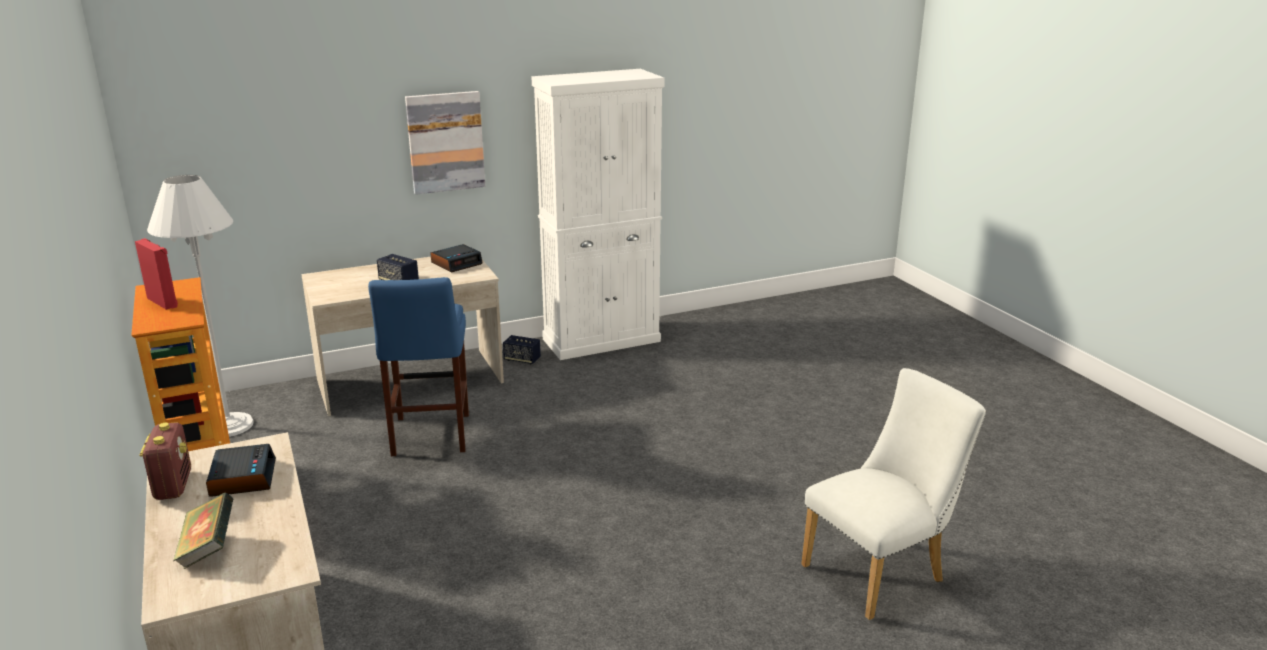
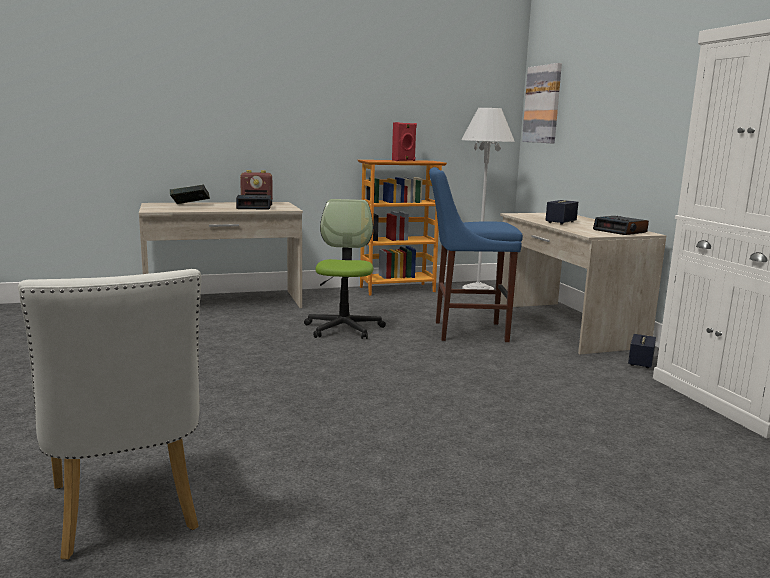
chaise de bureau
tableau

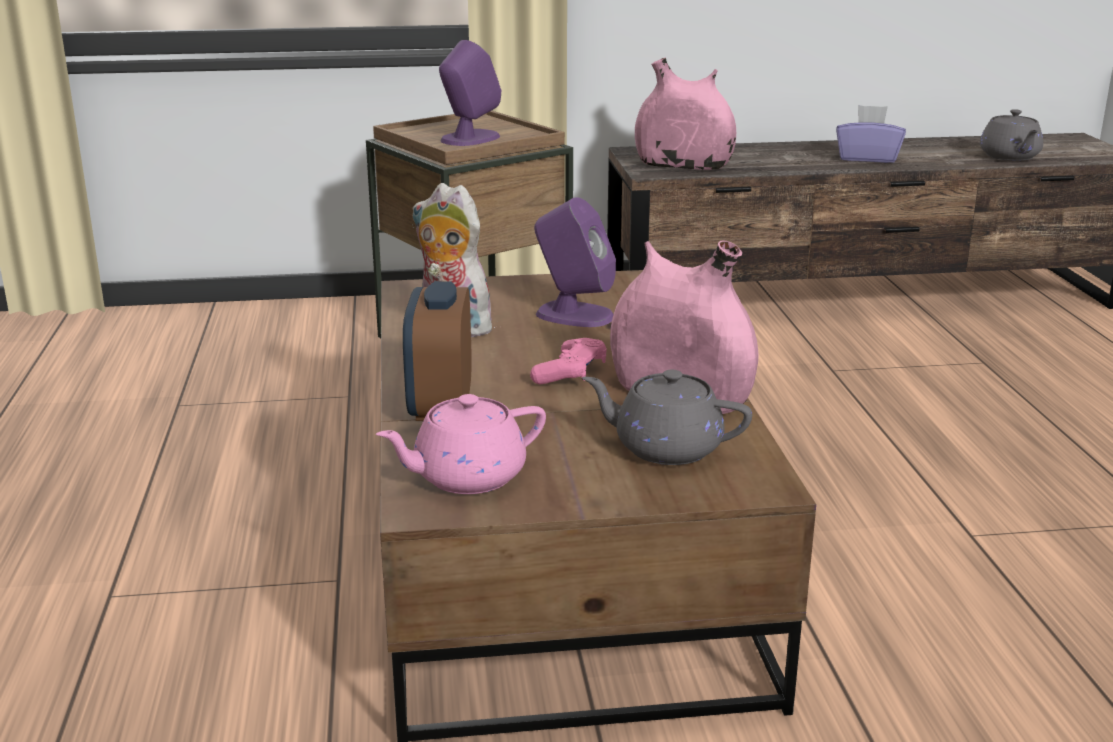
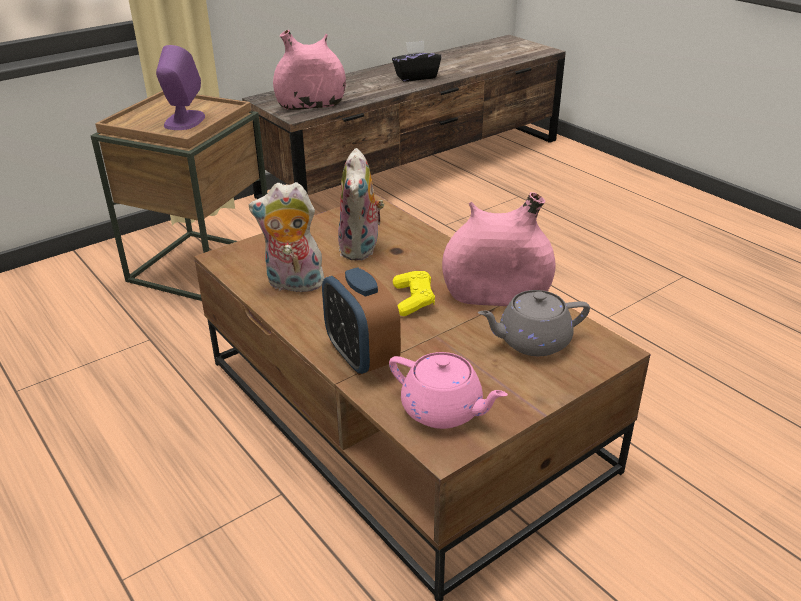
théière/gris (no. 2 from left in the first image)
peluche (no. 2 from left)
manette/jaune
boîte à mouchoirs/noir
théière/rose

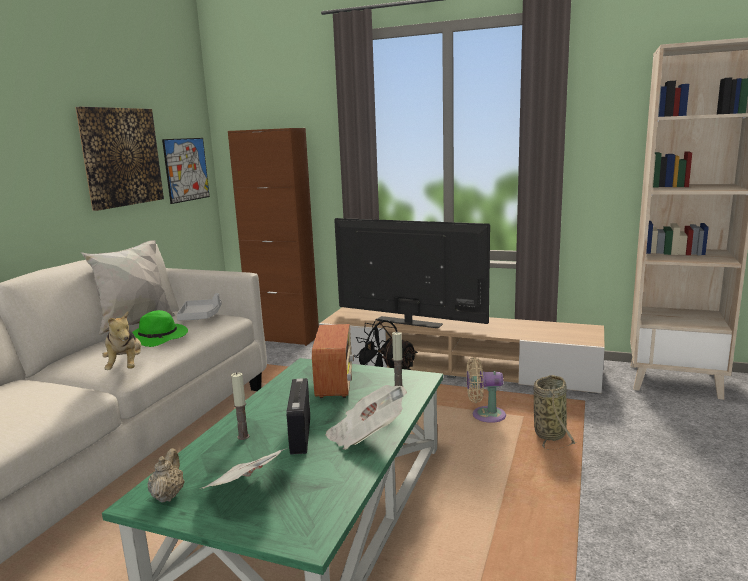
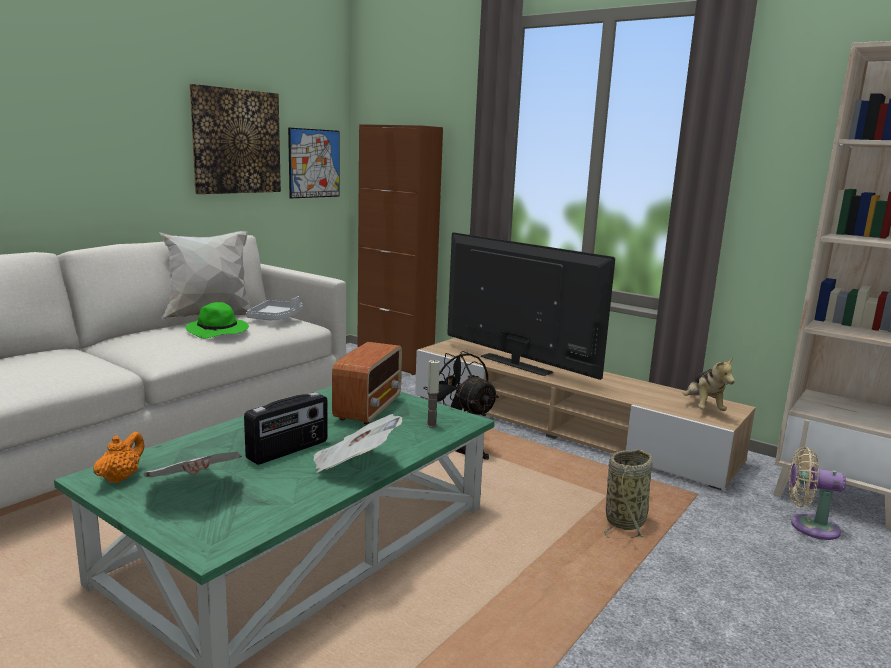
bougie (no. 1 from left in the first image)
peluche
ventilateur/beige
théière/orange
radio (no. 1 from left)

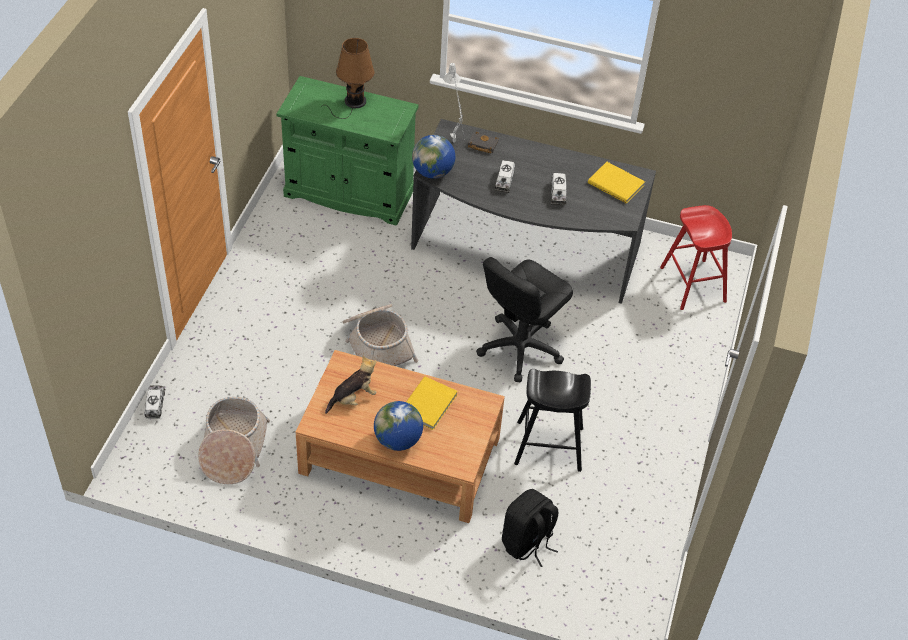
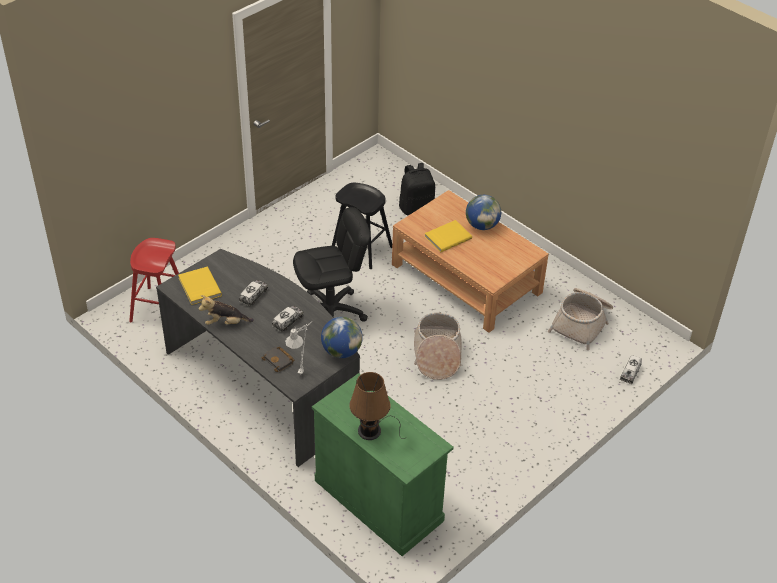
peluche

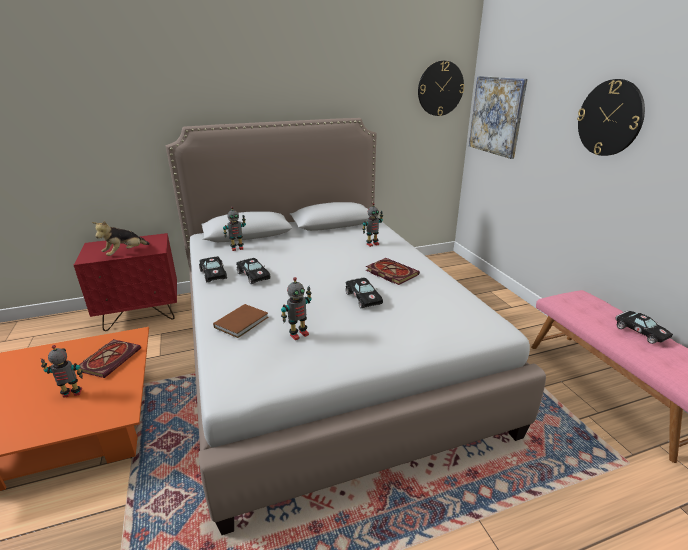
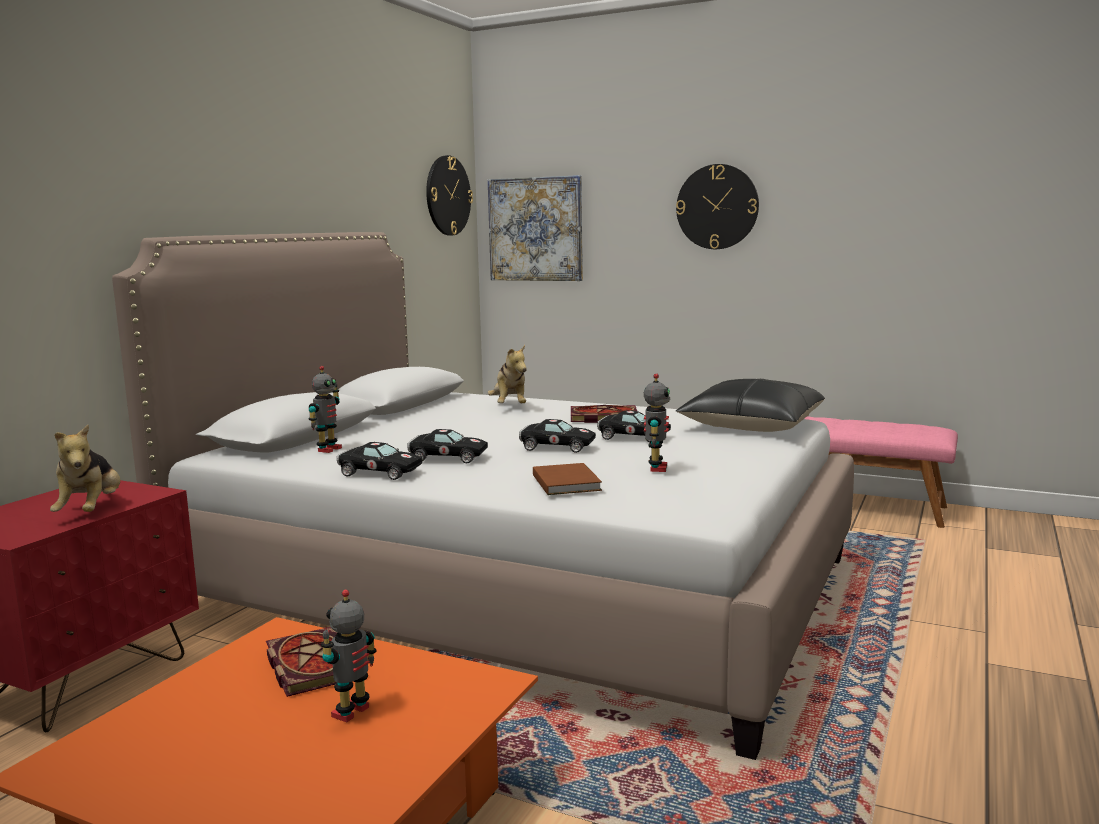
coussin/noir
petite voiture/noir (no. 3 from left)
peluche (no. 2 from left)

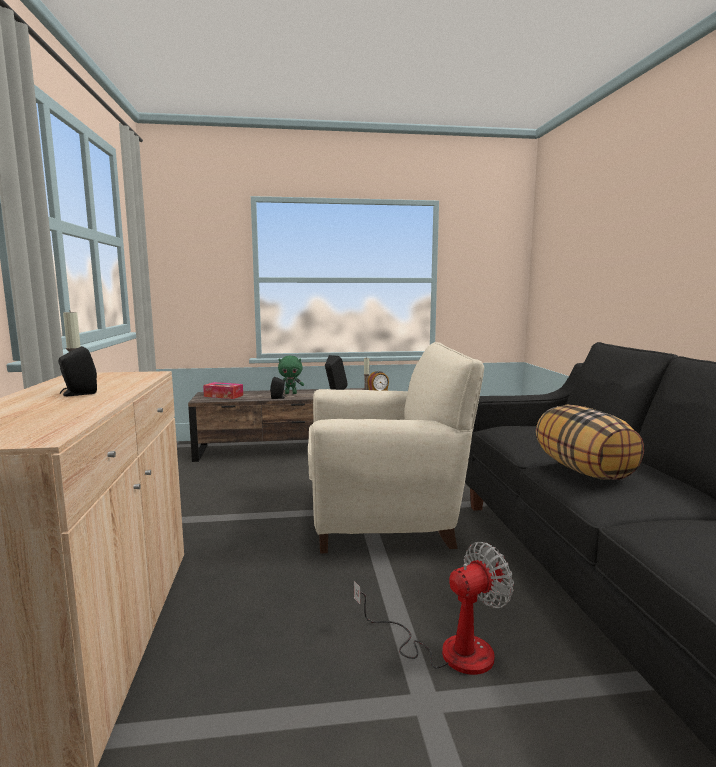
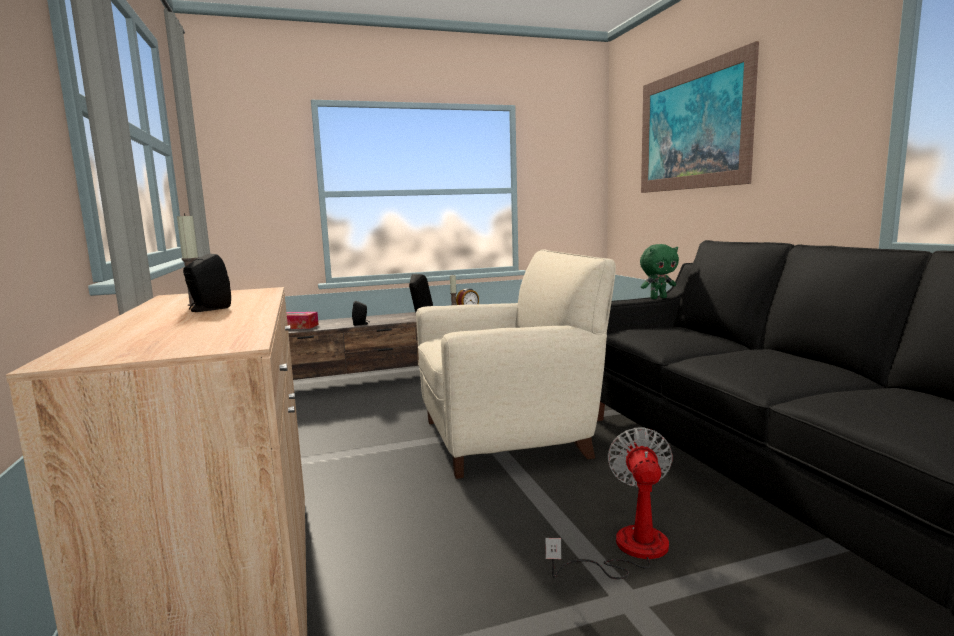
coussin
tableau
peluche/vert
ventilateur

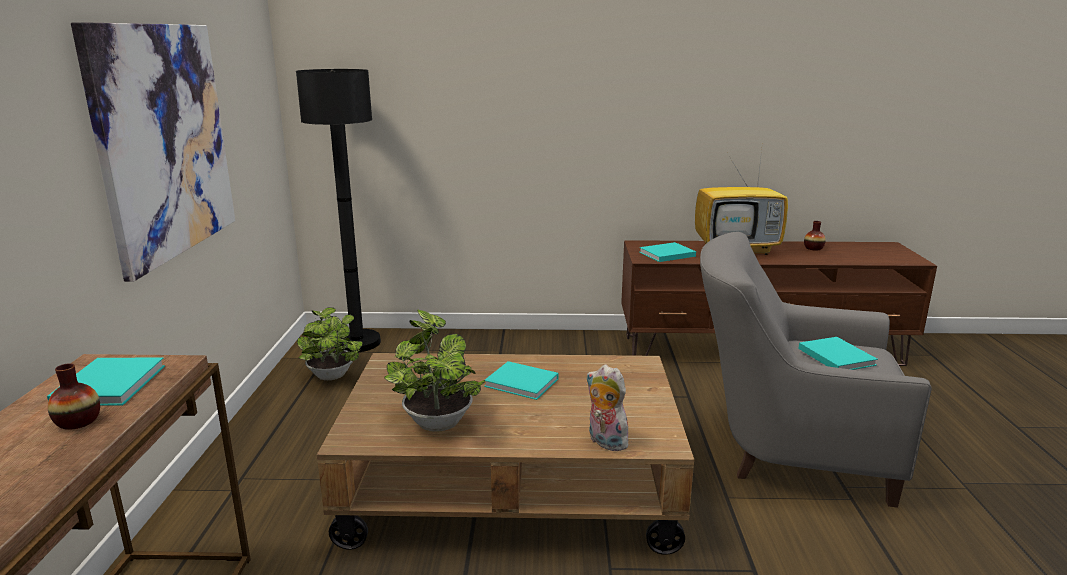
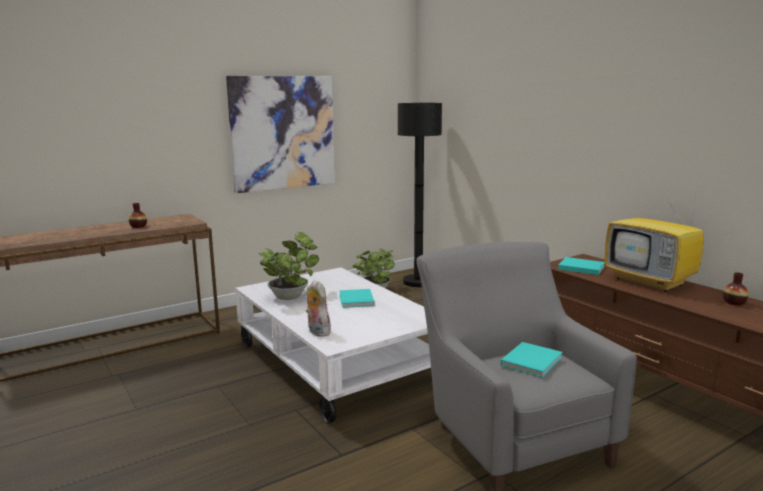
livre/turquoise (no. 1 from left in the first image)
table basse/blanc
peluche

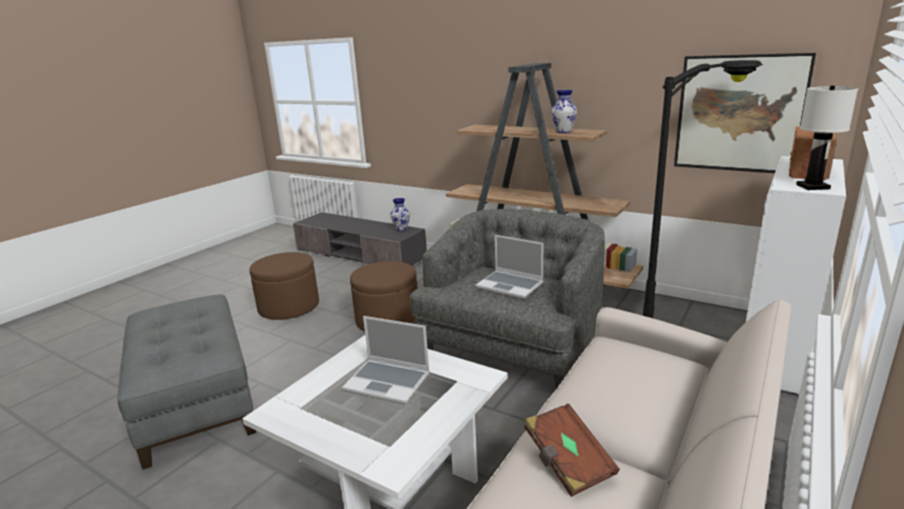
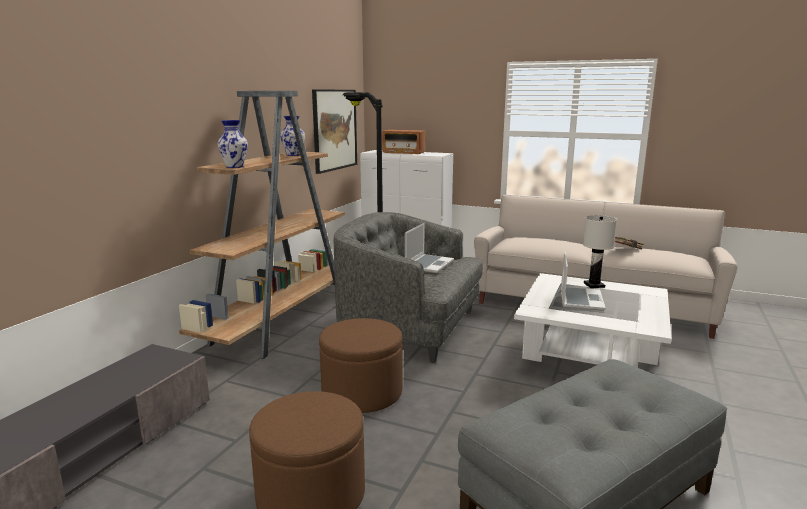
vase (no. 1 from left)
lampe de table/blanc

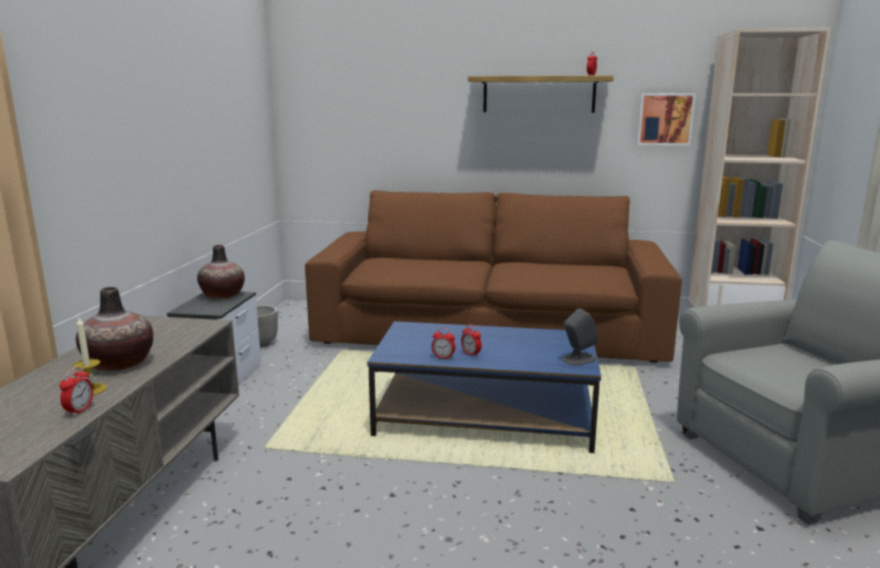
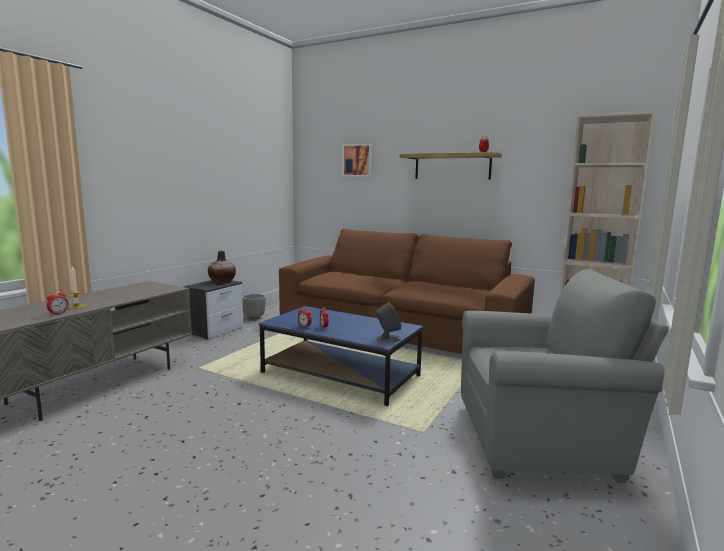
vase (no. 1 from left in the first image)
tableau

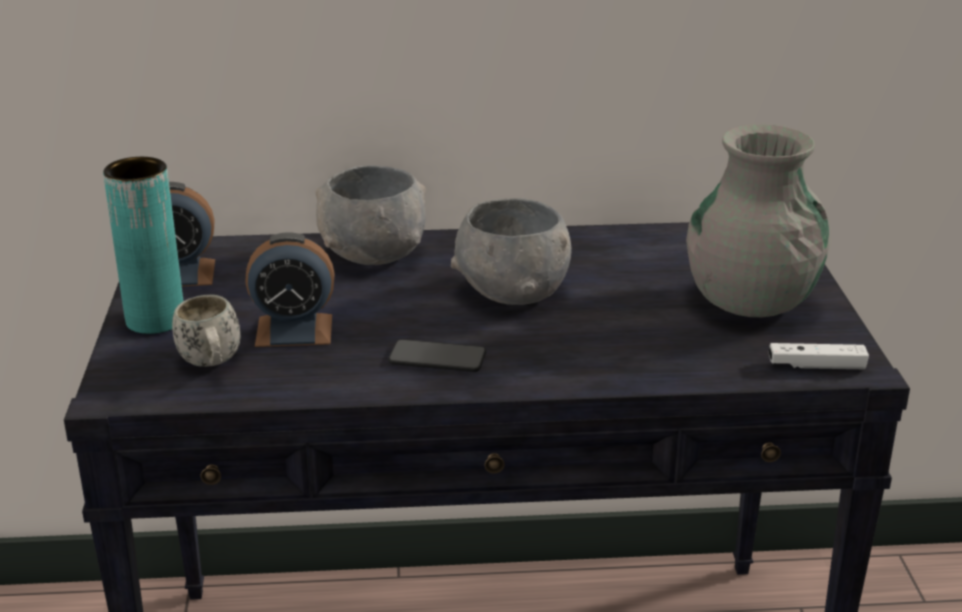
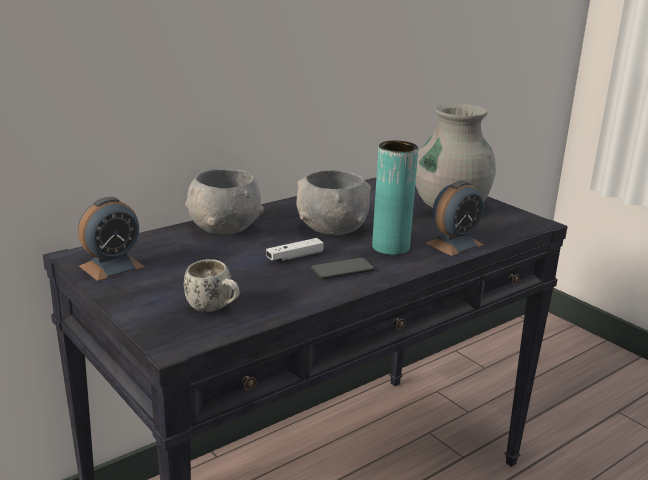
vase/turquoise
réveil (no. 2 from left)
manette/blanc

